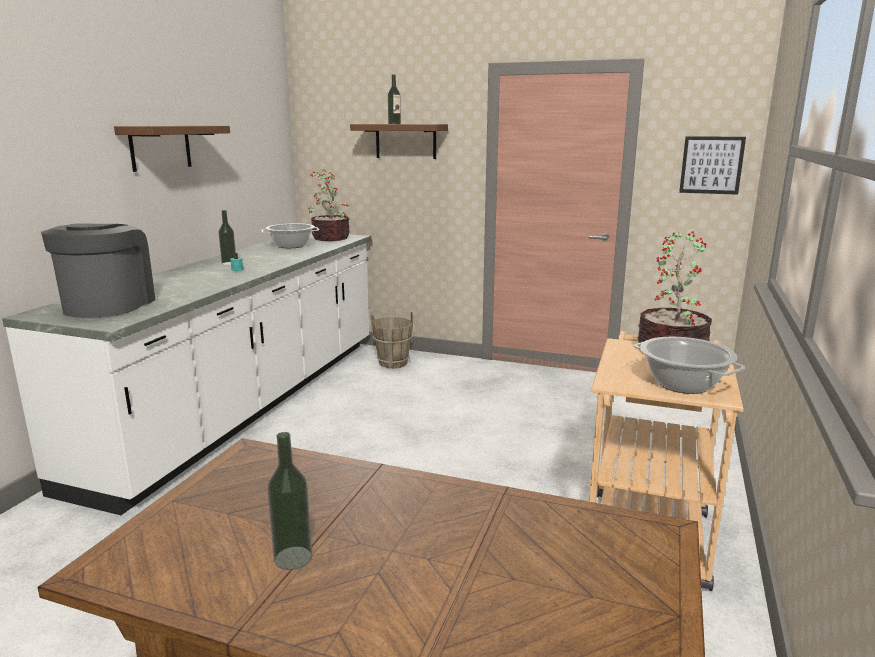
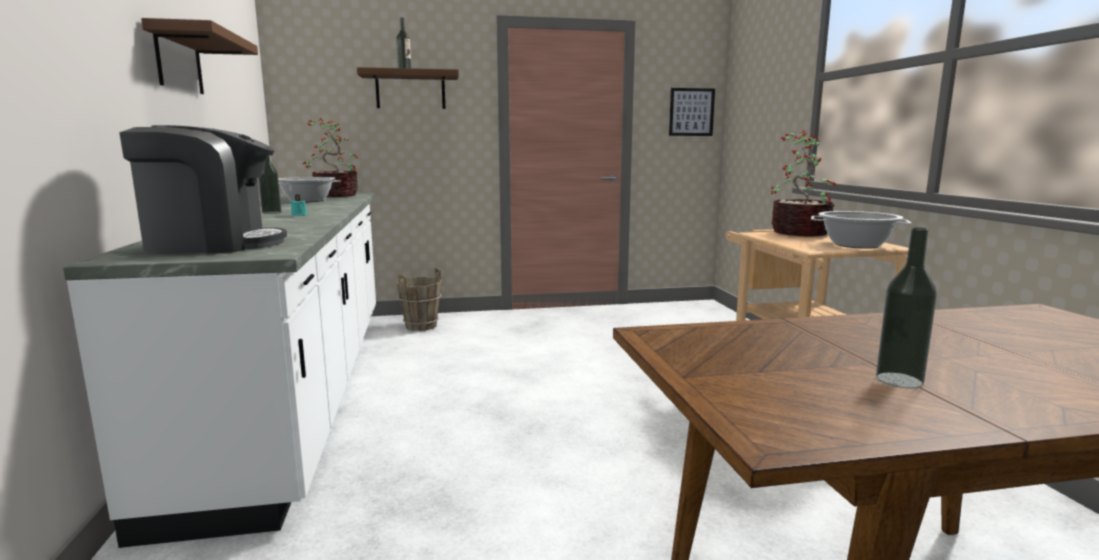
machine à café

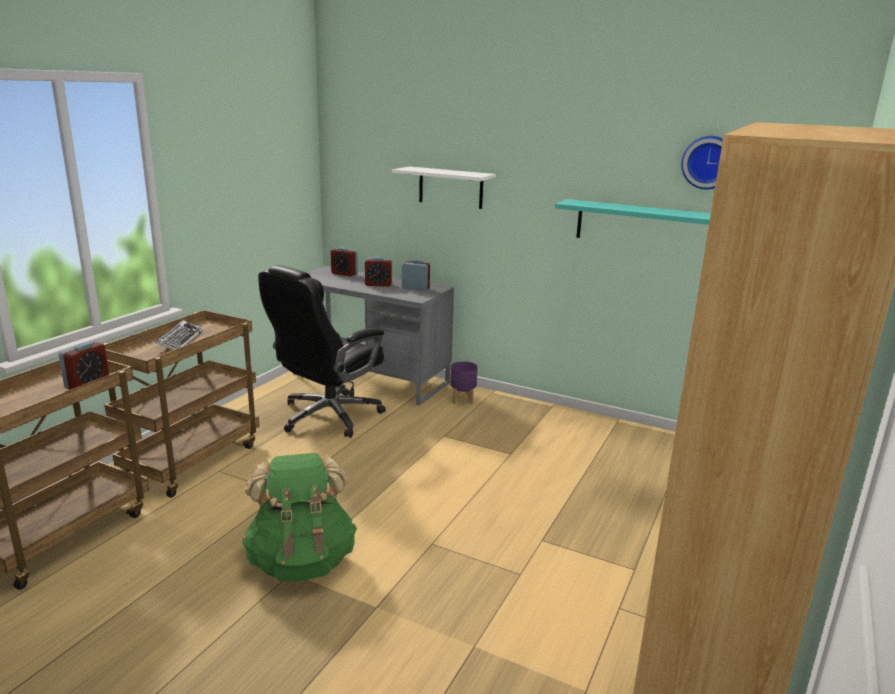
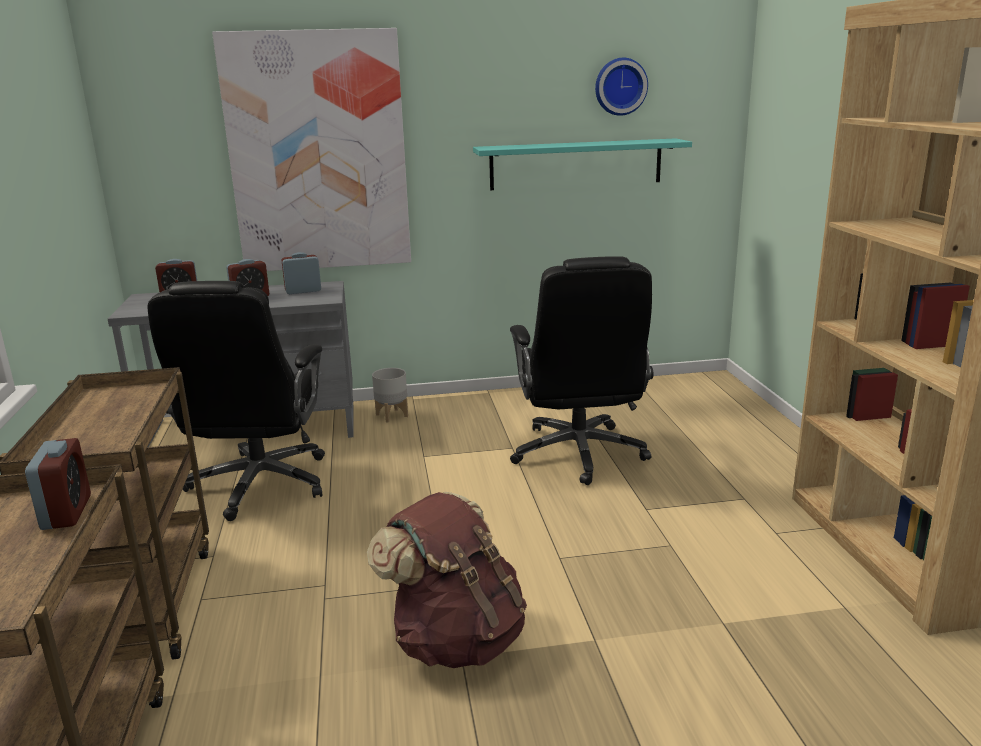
clavier
chaise de bureau/noir (no. 2 from left)
tableau
sac à dos/marron
cache-pot/gris

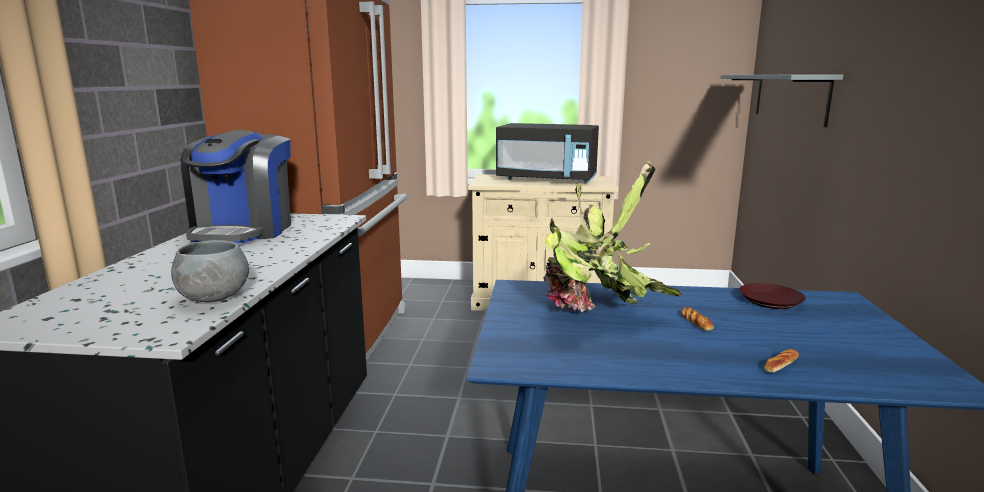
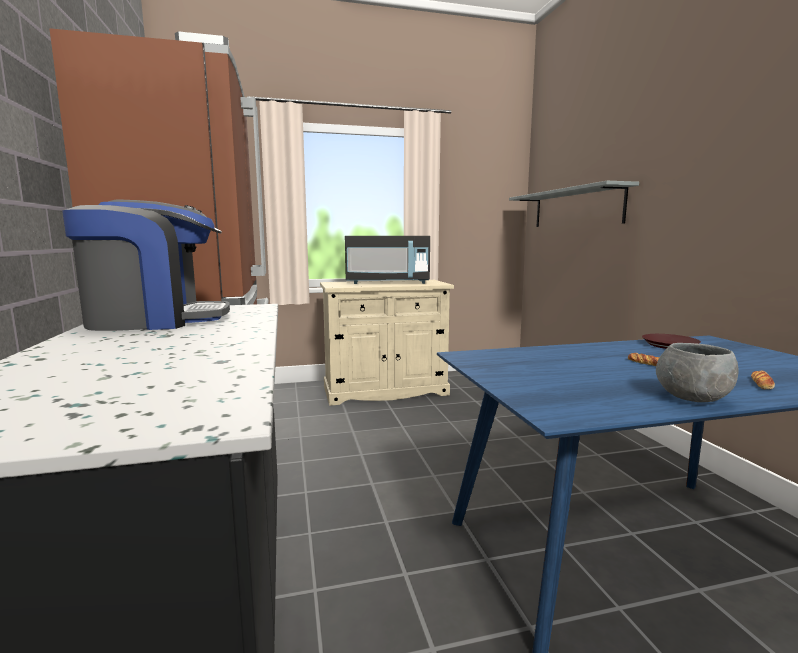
plante en pot
bol/gris
machine à café

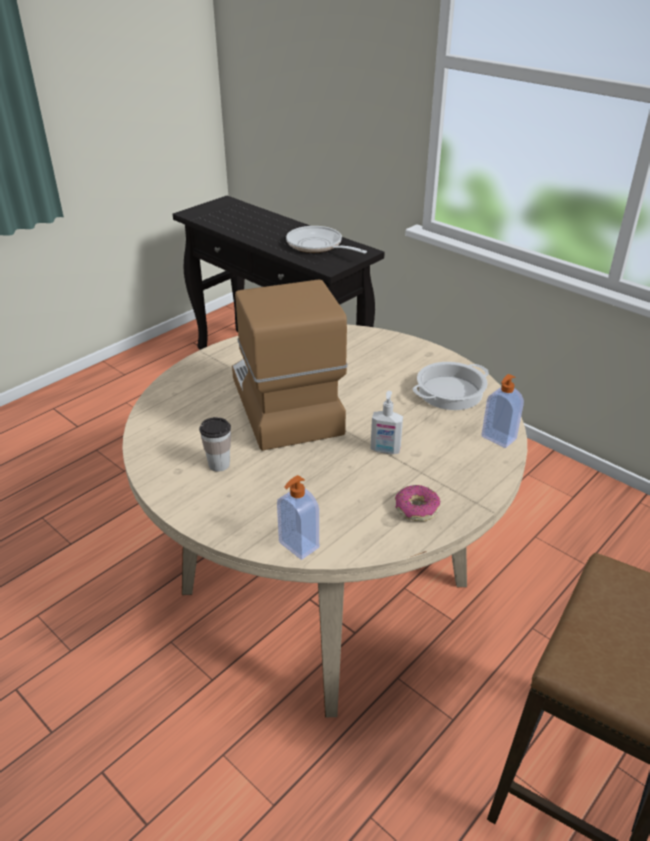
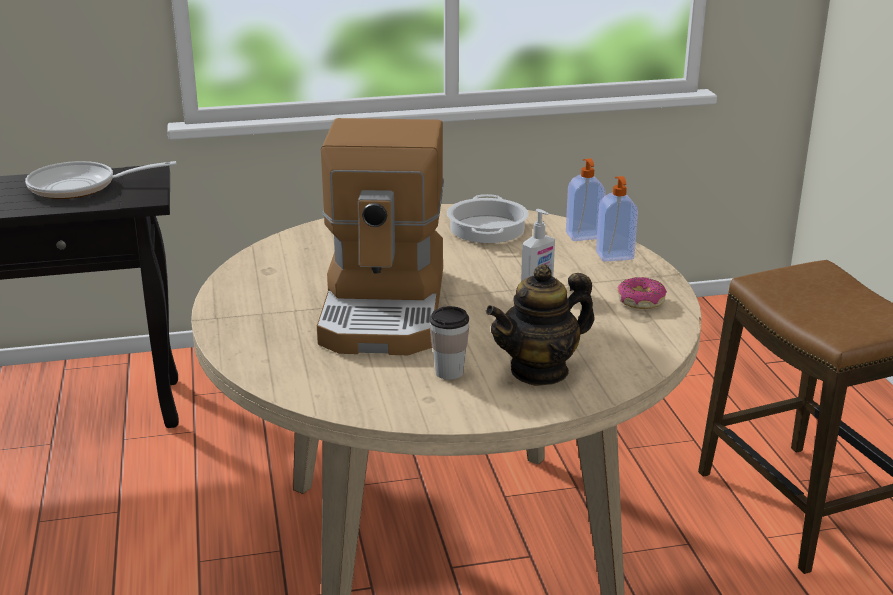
théière
distributeur de savon (no. 3 from left)
machine à café

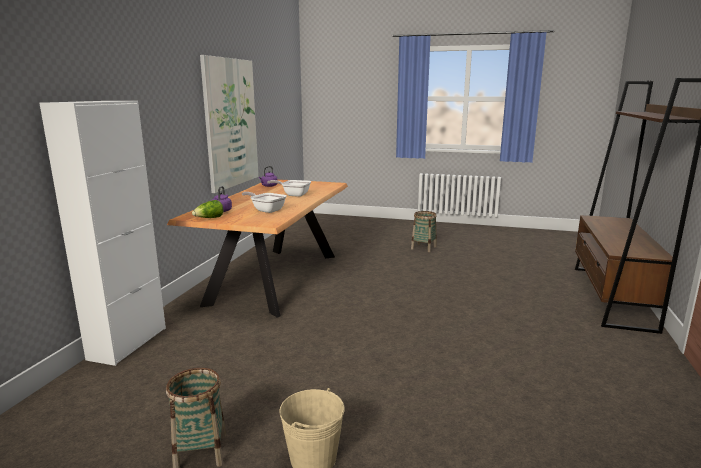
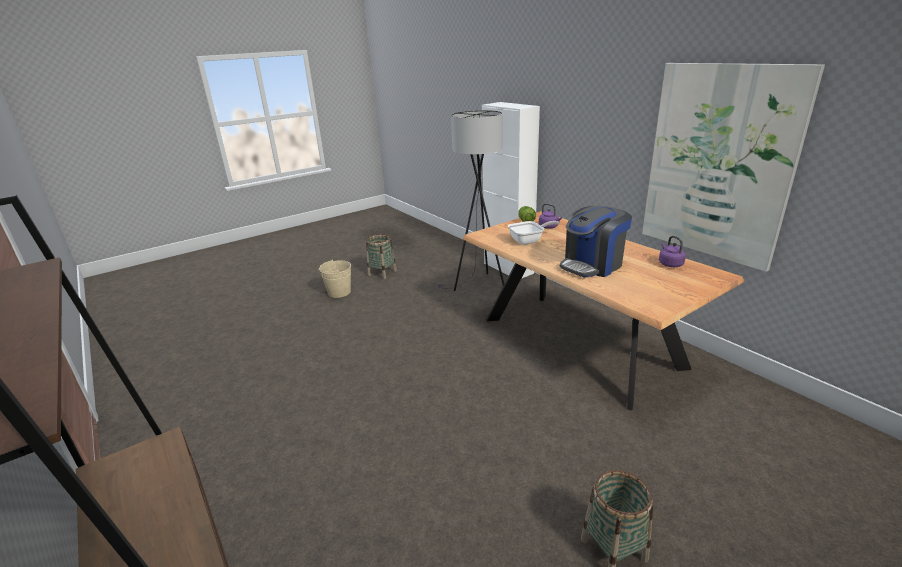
lampadaire/gris
machine à café

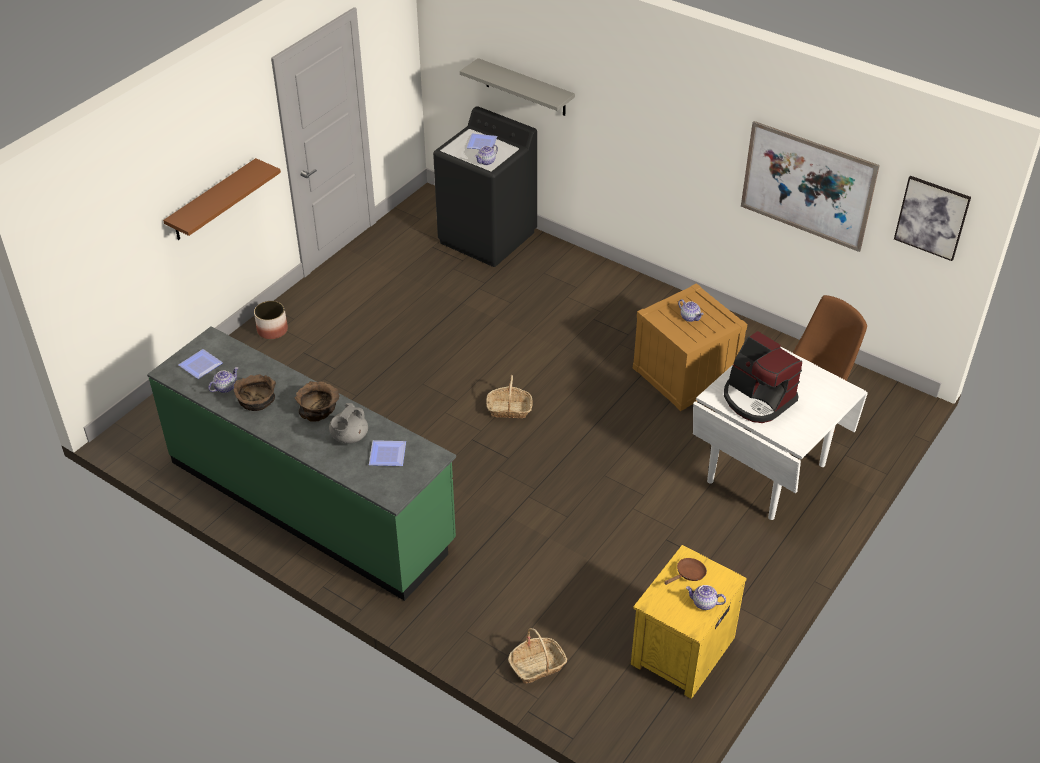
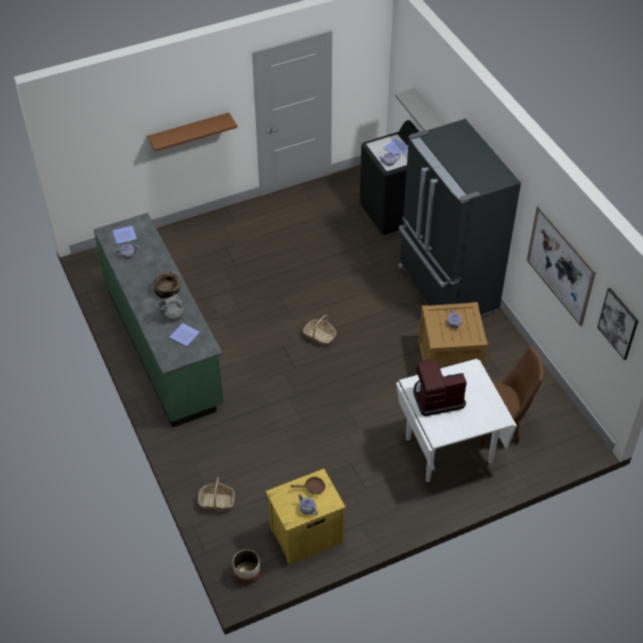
bol/marron (no. 1 from left in the first image)
réfrigérateur/noir
cache-pot
machine à café

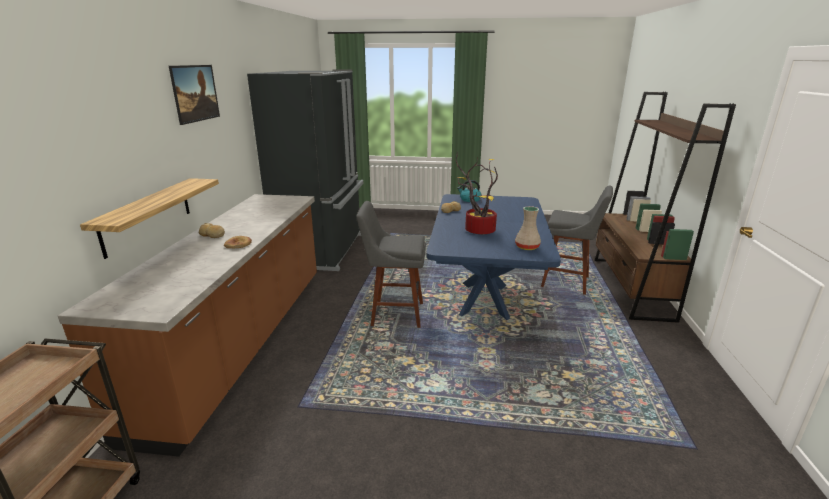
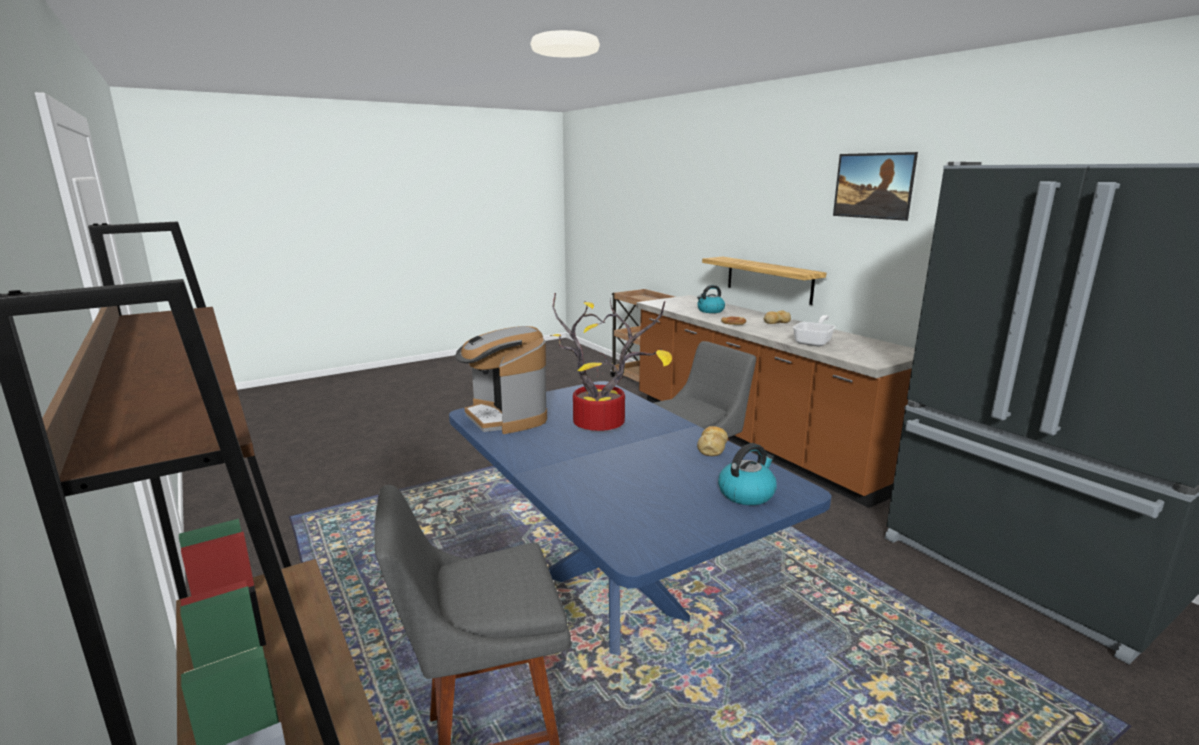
bouilloire (no. 1 from left)
poêle
machine à café

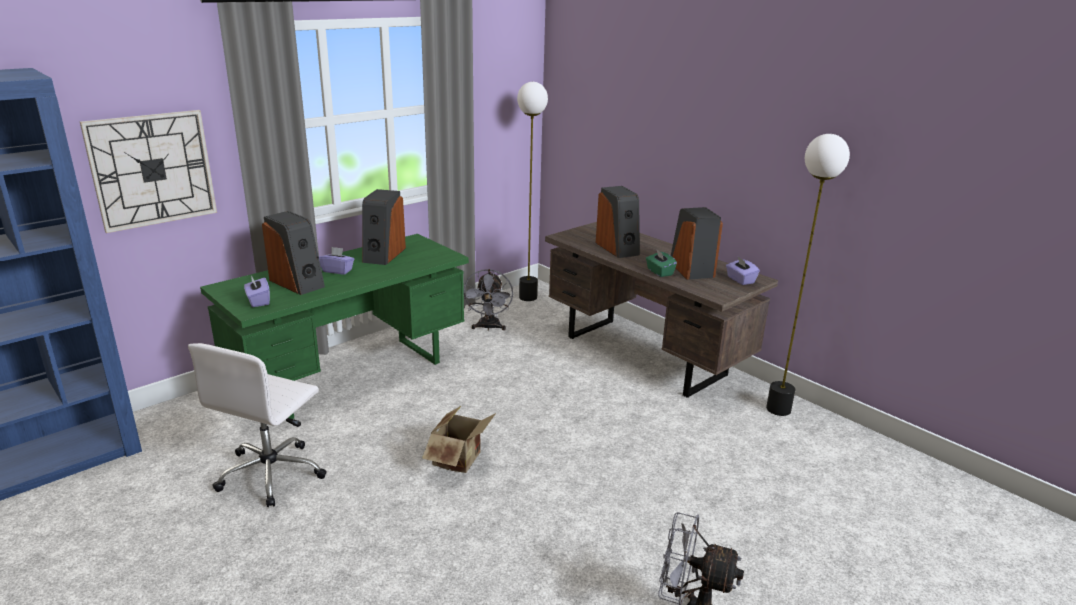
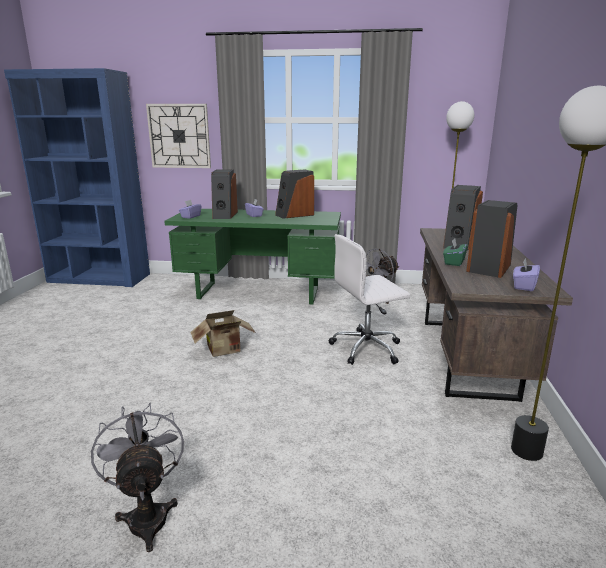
chaise de bureau/blanc

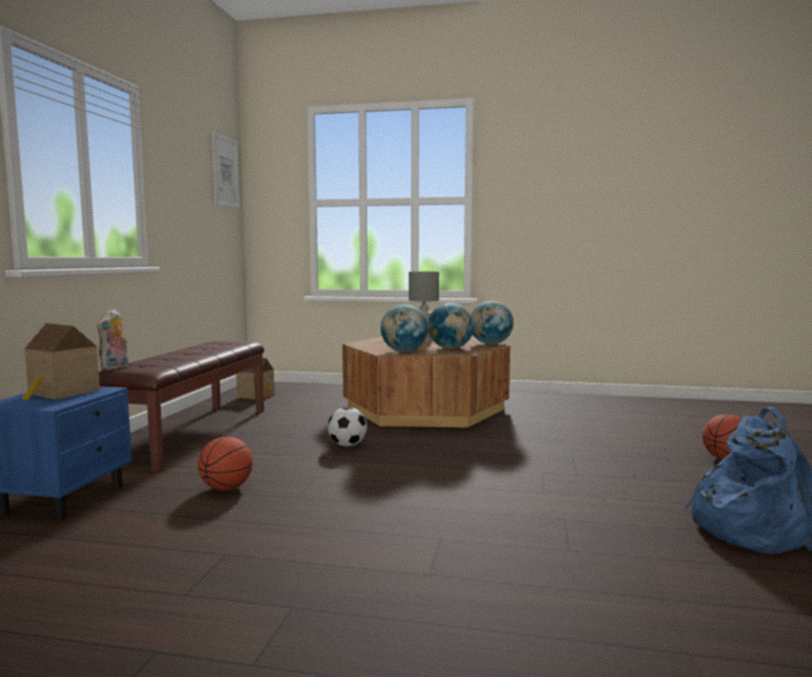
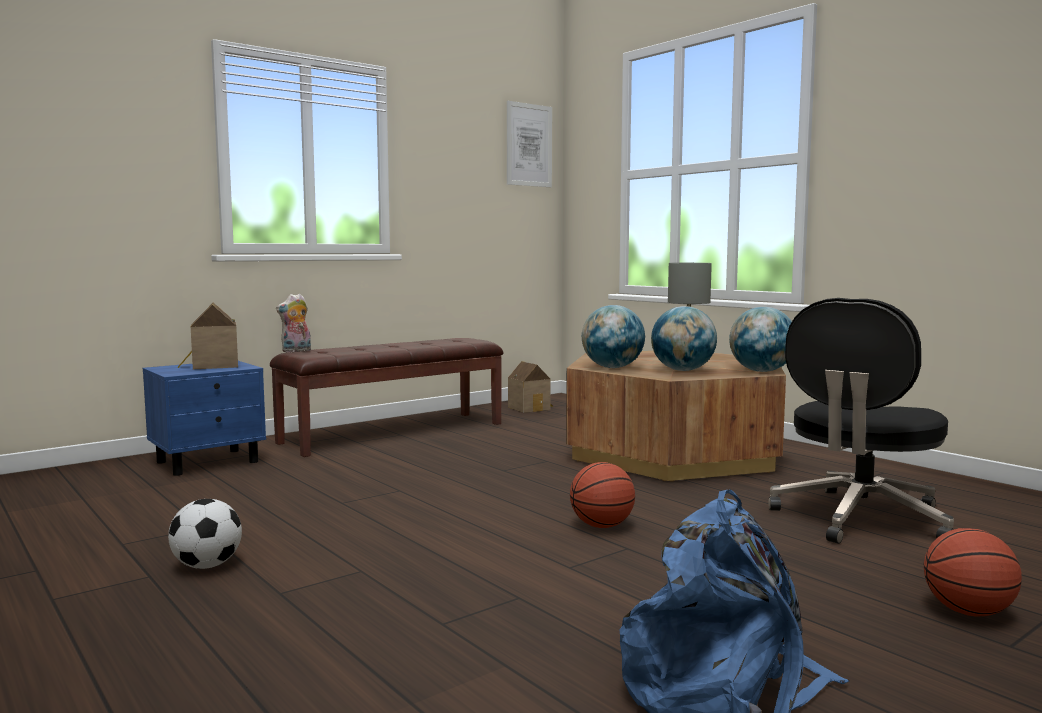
chaise de bureau/noir
ballon de basket (no. 1 from left)
ballon de foot

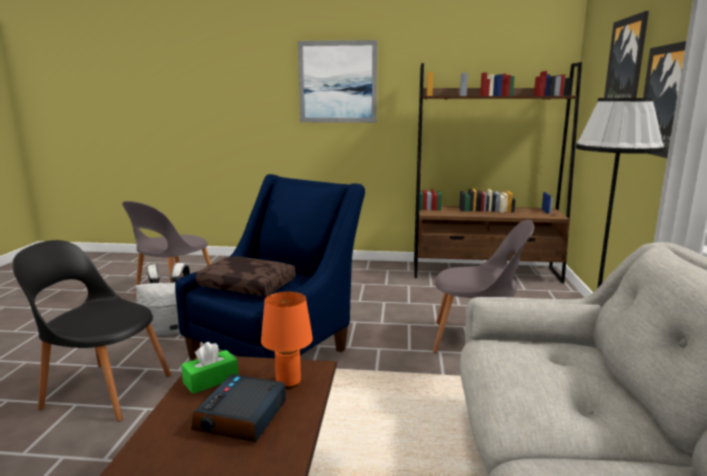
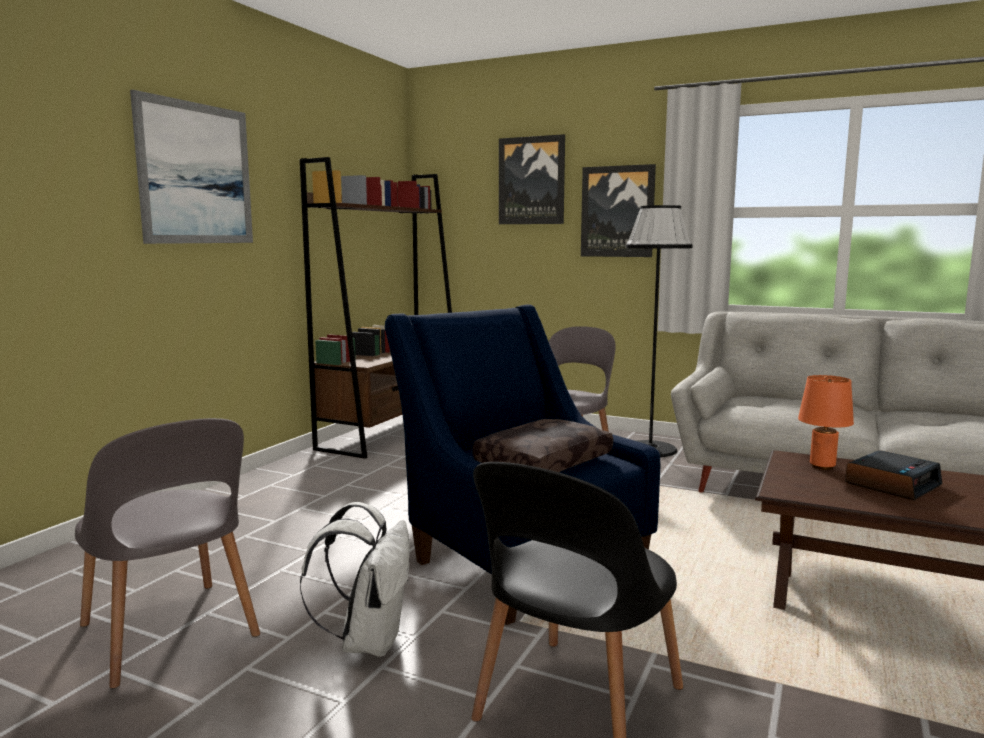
boîte à mouchoirs/vert
réveil

